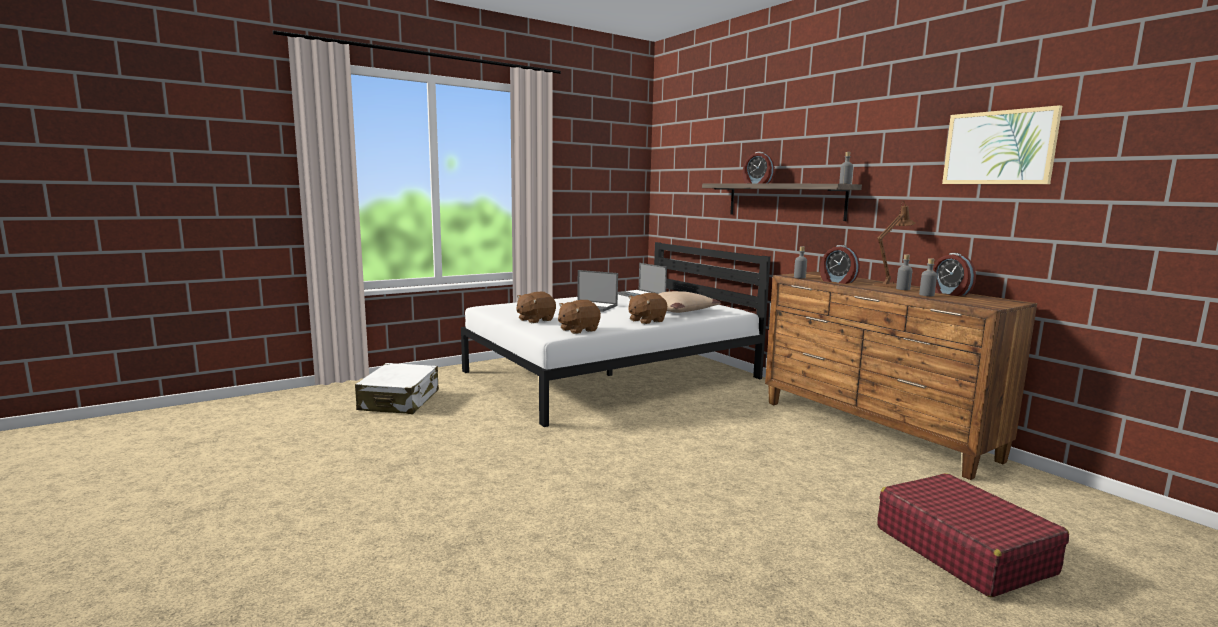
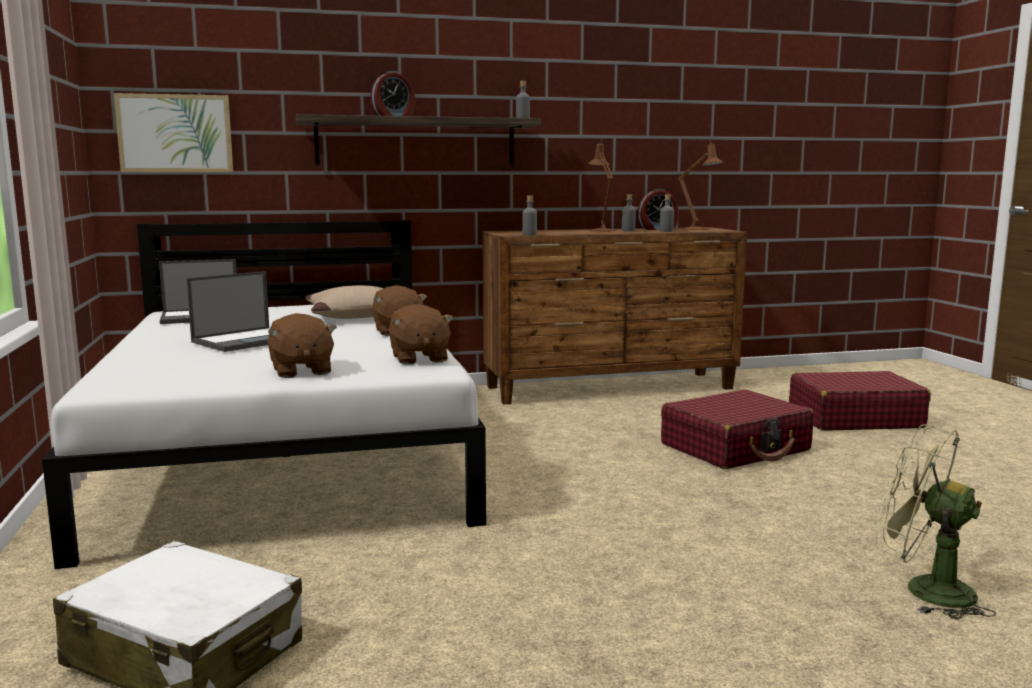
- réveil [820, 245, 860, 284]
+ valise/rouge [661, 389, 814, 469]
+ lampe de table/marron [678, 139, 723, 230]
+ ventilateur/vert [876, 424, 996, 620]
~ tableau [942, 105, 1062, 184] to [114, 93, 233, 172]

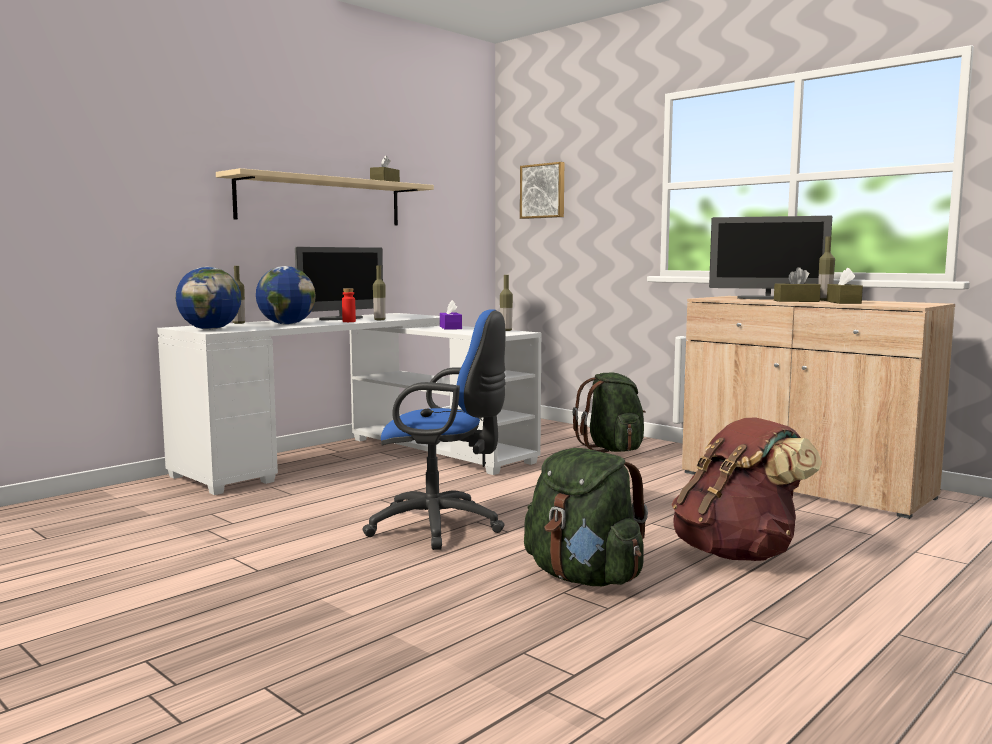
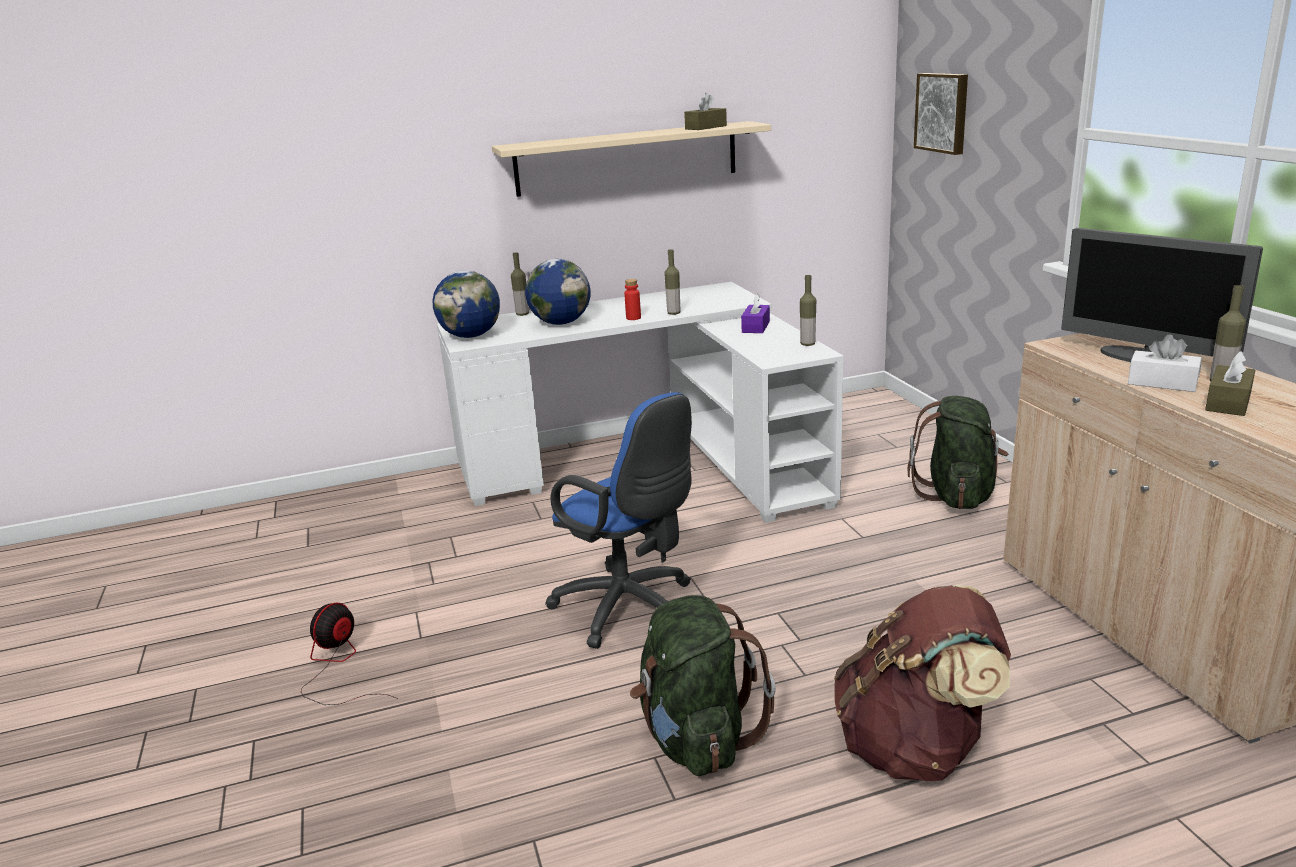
- écran d'ordinateur [295, 247, 383, 320]
+ ventilateur [301, 603, 398, 705]
~ boîte à mouchoirs/marron [774, 267, 821, 302] to boîte à mouchoirs/blanc [1128, 335, 1202, 392]

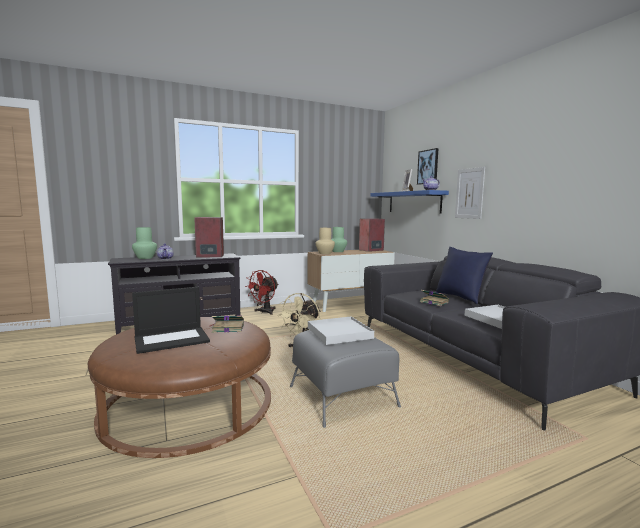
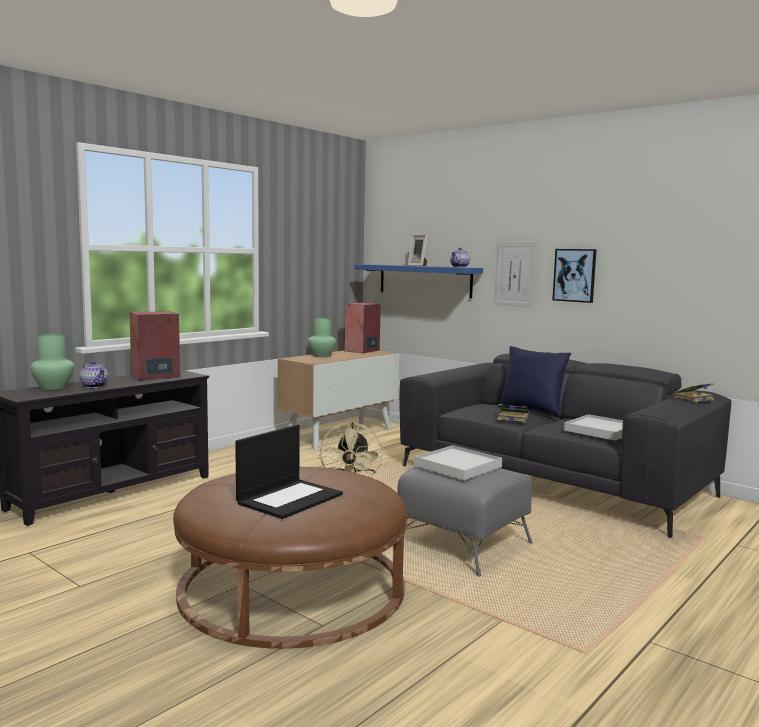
- ventilateur/rouge [245, 270, 279, 315]
- vase/beige [316, 228, 335, 254]
~ livre [211, 316, 244, 333] to [673, 383, 714, 403]
~ tableau [417, 148, 438, 185] to [552, 249, 596, 303]

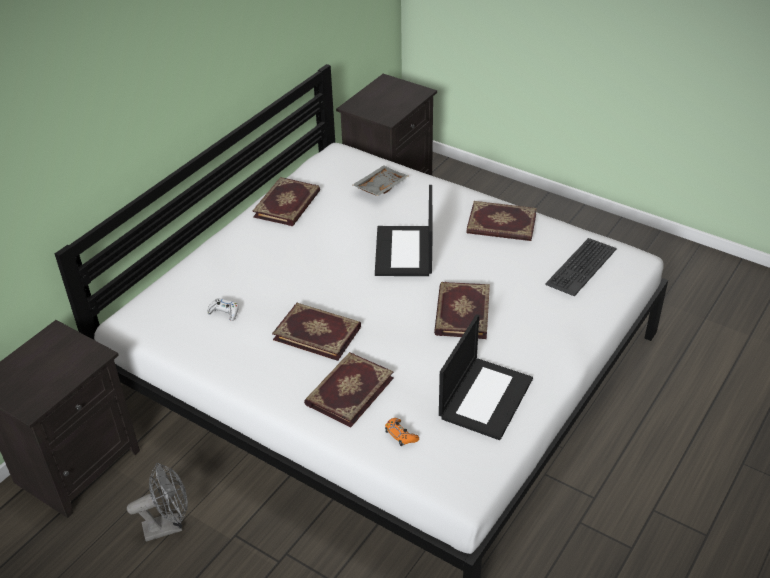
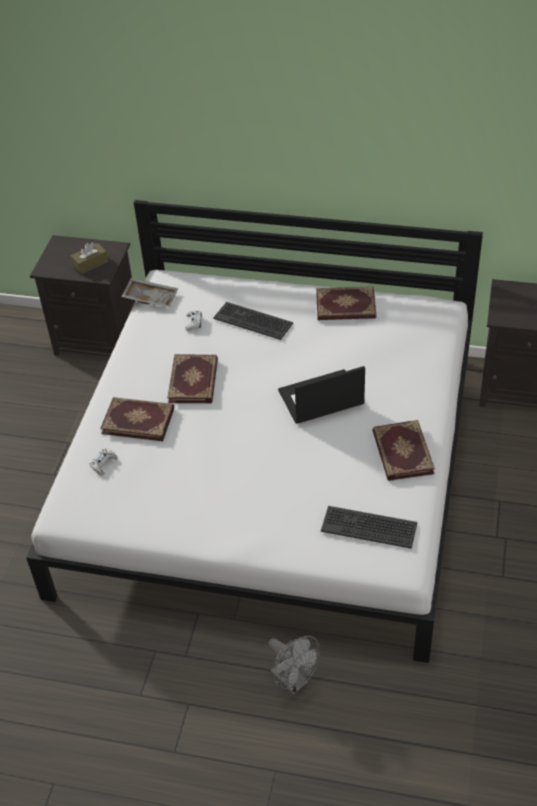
- livre [434, 282, 490, 339]
- ordinateur portable [439, 314, 533, 440]
+ boîte à mouchoirs/marron [70, 242, 108, 274]
+ clavier [213, 302, 293, 340]
~ ventilateur/gris [127, 463, 188, 542] to [269, 636, 319, 694]
~ plateau/gris [353, 165, 408, 196] to [121, 278, 178, 308]
~ manette/orange [385, 418, 419, 446] to manette/blanc [90, 449, 117, 476]

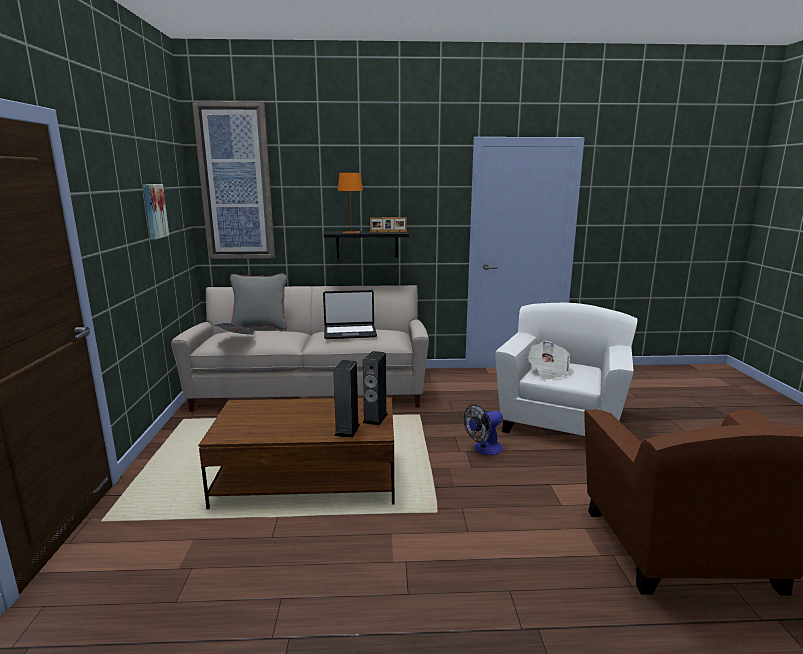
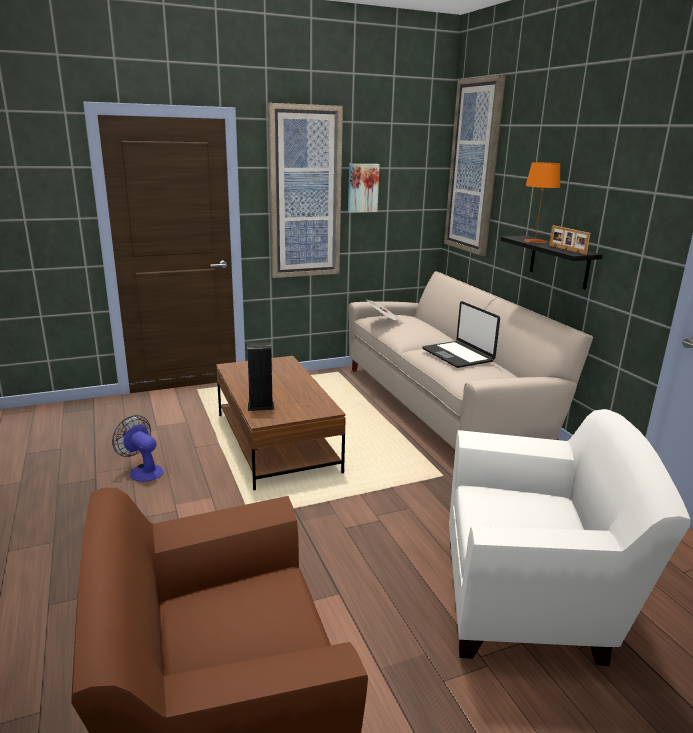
- coussin/gris [230, 273, 287, 330]
- enceinte [363, 351, 388, 426]
- journal [527, 341, 570, 380]
+ tableau [268, 103, 343, 278]
~ ventilateur [464, 404, 503, 455] to [112, 415, 163, 482]

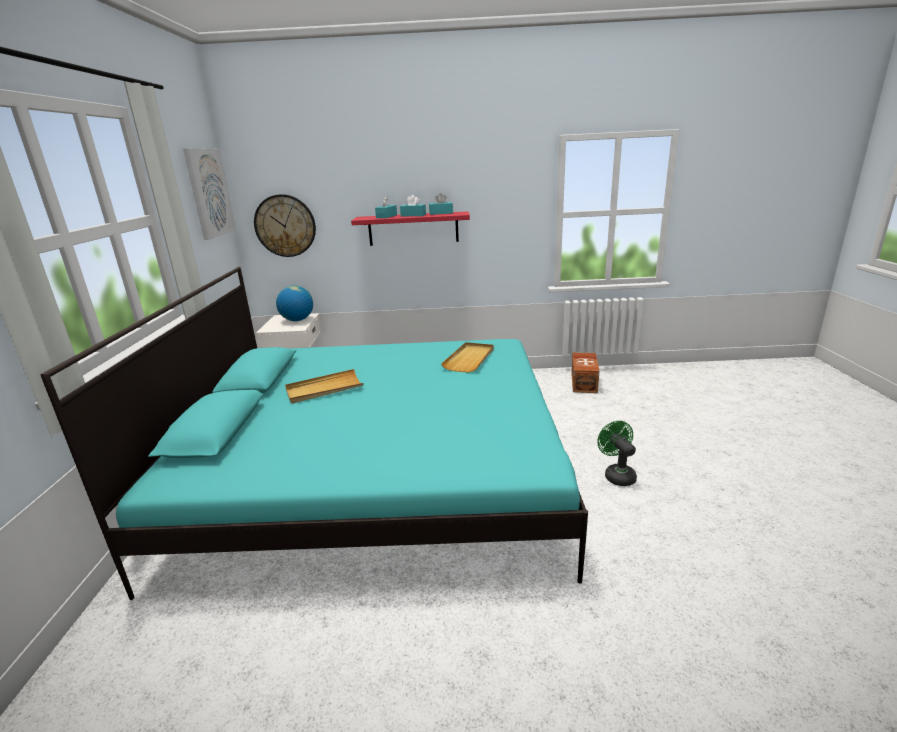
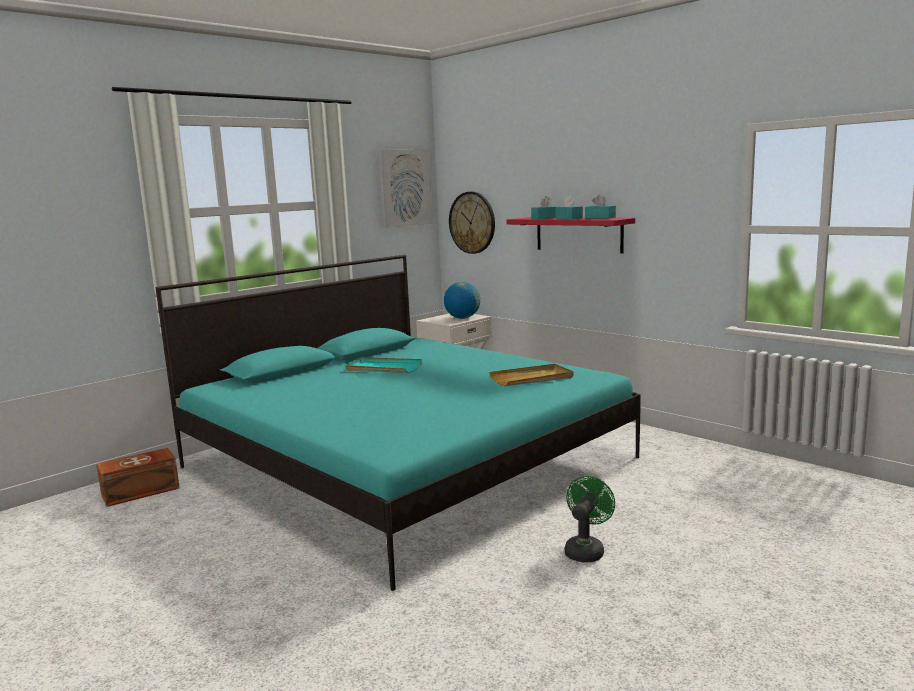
~ boîte de rangement/marron [571, 352, 599, 393] to [96, 448, 180, 507]
~ plateau/beige [285, 369, 364, 403] to plateau/turquoise [345, 357, 422, 373]

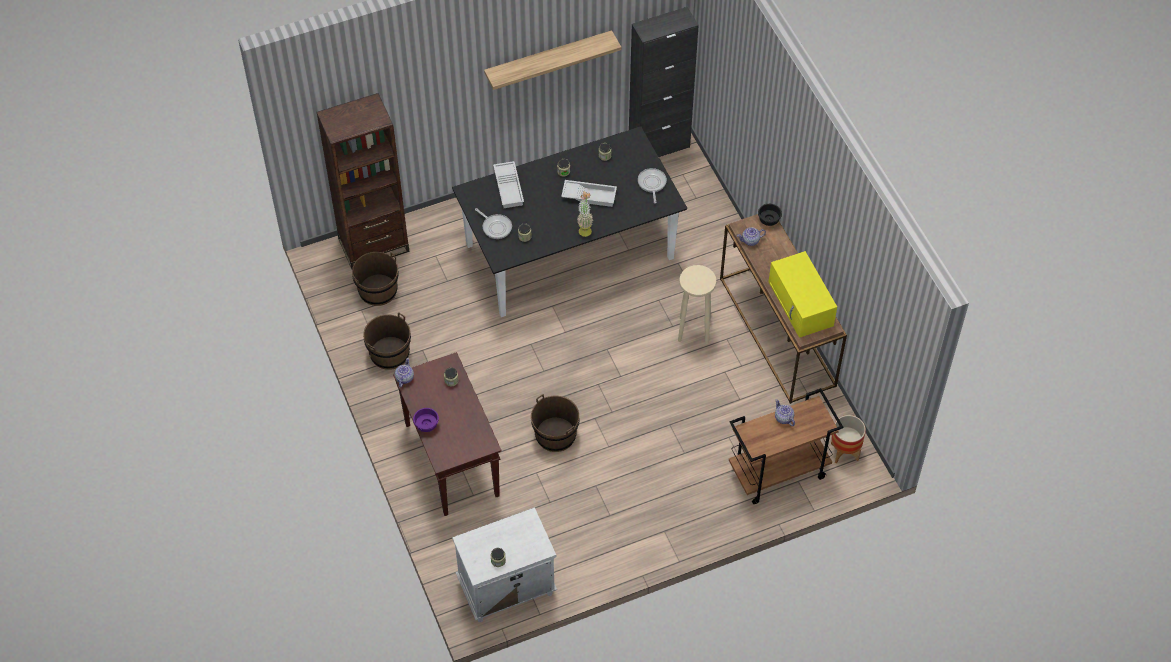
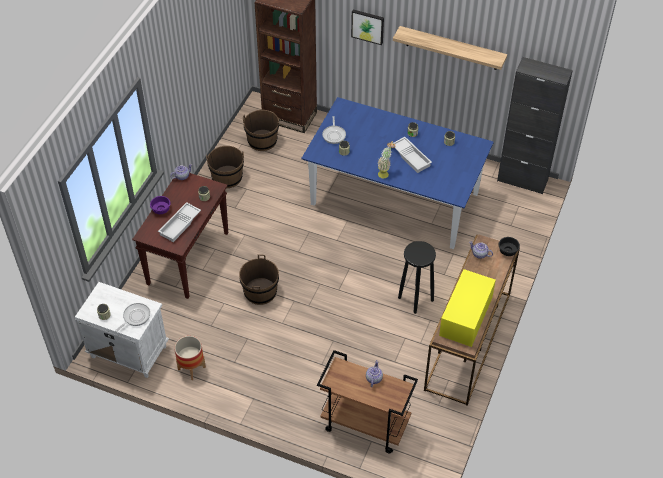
+ tableau [351, 9, 384, 45]
~ plateau/blanc [493, 161, 524, 208] to [158, 202, 201, 242]
~ poêle [638, 168, 667, 203] to [115, 303, 150, 332]
~ cache-pot [831, 415, 866, 464] to [174, 336, 206, 380]
~ table à manger/noir [452, 126, 687, 317] to table à manger/bleu [302, 97, 493, 249]
~ tabouret/beige [678, 265, 717, 344] to tabouret/noir [398, 241, 436, 314]

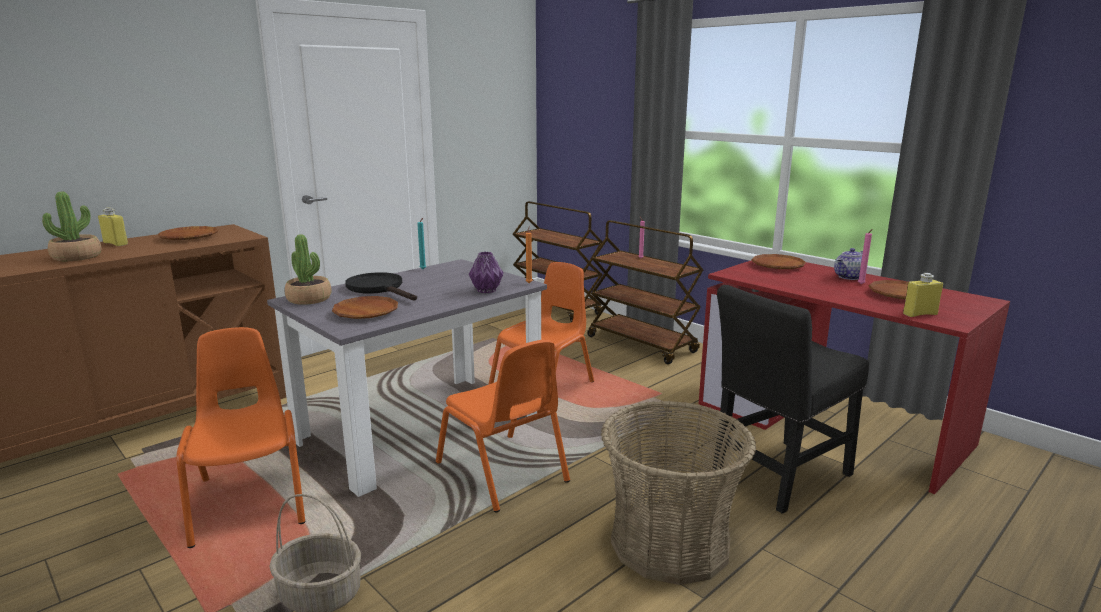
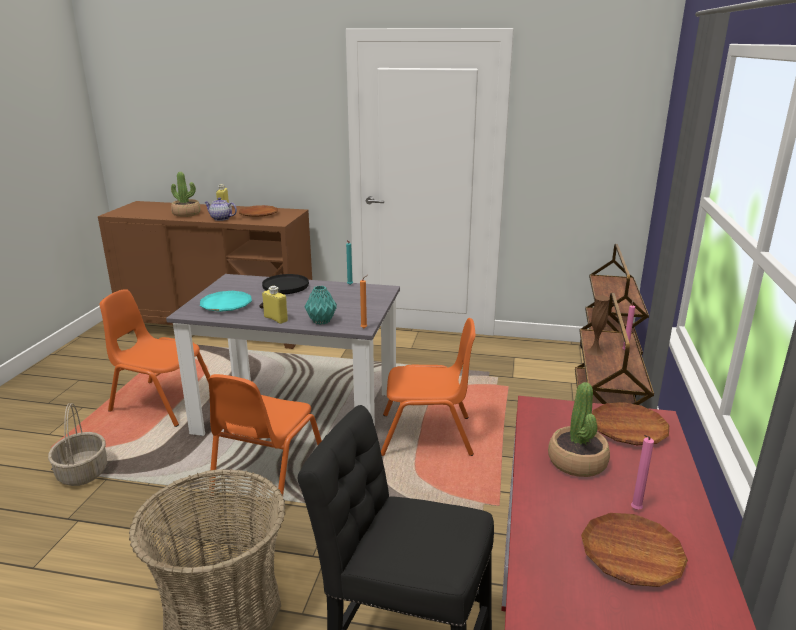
+ vase/marron [586, 296, 610, 356]
~ plante en pot [285, 234, 331, 305] to [548, 382, 610, 477]
~ théière [834, 248, 863, 280] to [204, 197, 237, 221]
~ bouteille/jaune [903, 273, 943, 317] to [262, 286, 288, 324]
~ assiette/marron [332, 296, 398, 319] to assiette/turquoise [200, 291, 252, 312]
~ vase/violet [469, 252, 503, 293] to vase/turquoise [304, 286, 337, 325]
~ chaise/orange [176, 327, 305, 548] = [100, 289, 210, 427] 105 degrees counterclockwise

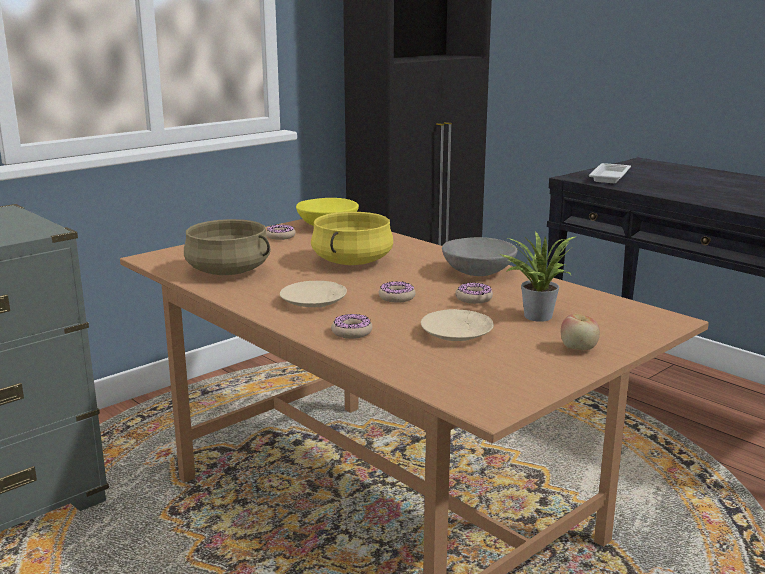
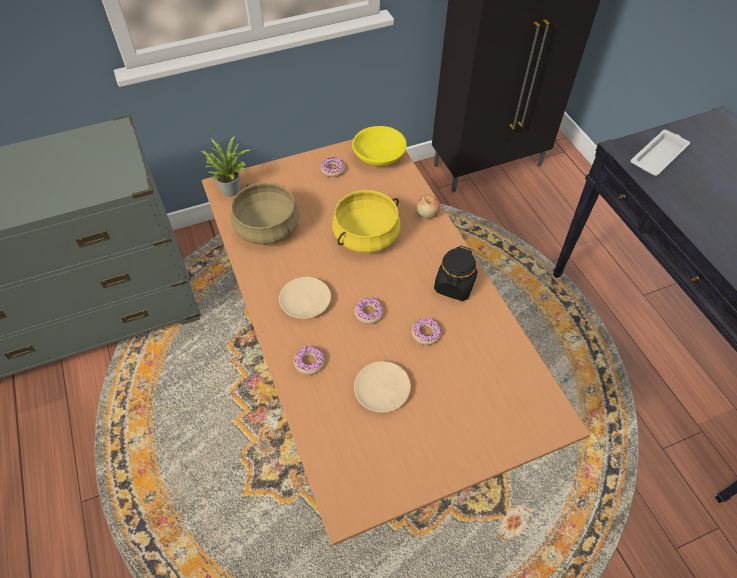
~ plante en pot [500, 232, 577, 322] to [201, 135, 250, 197]
~ pomme [561, 314, 600, 350] to [417, 194, 440, 218]
~ bol/gris [442, 237, 517, 276] to bocal/noir [434, 246, 478, 301]

